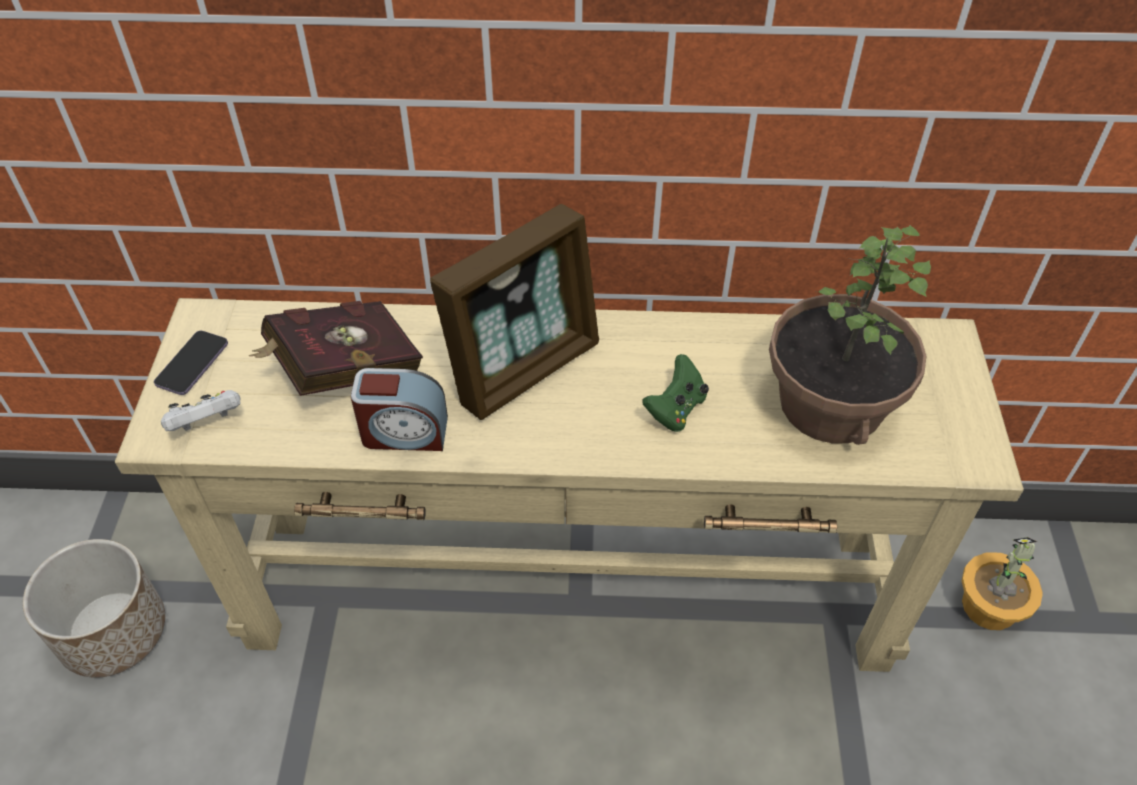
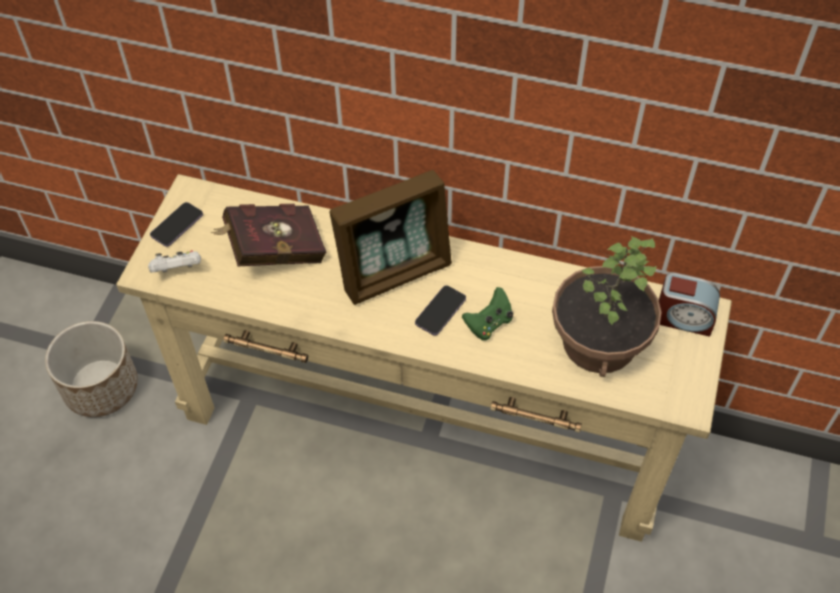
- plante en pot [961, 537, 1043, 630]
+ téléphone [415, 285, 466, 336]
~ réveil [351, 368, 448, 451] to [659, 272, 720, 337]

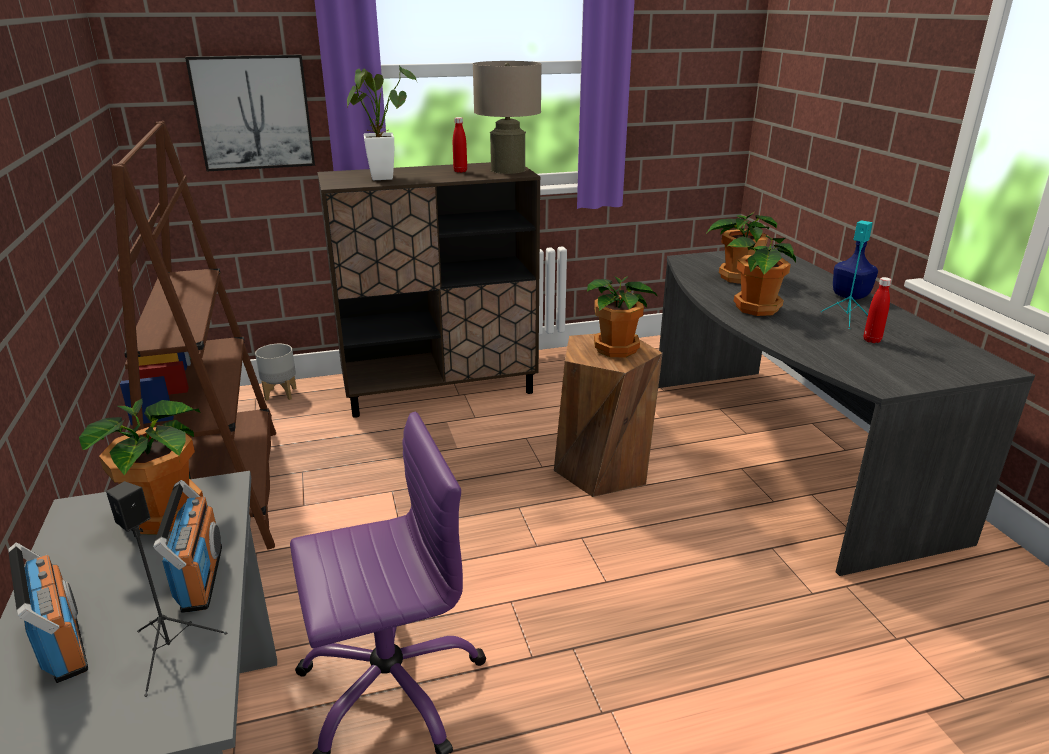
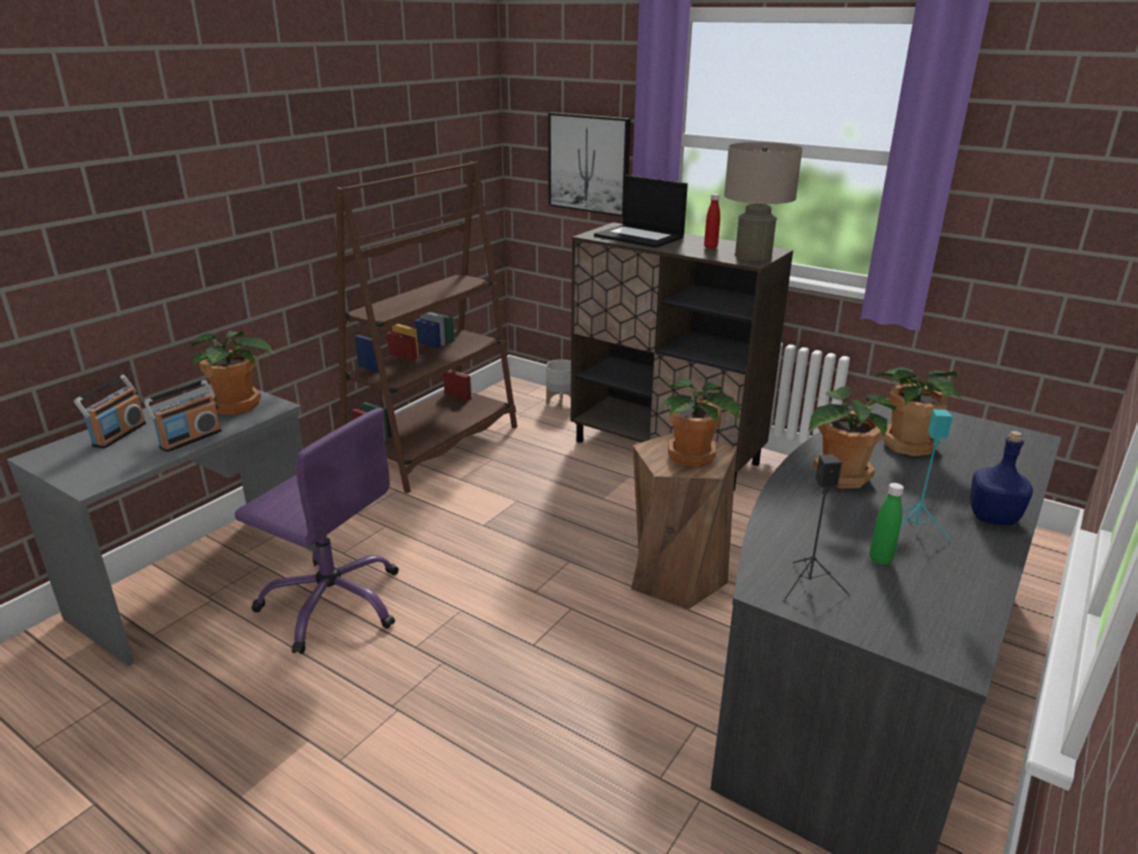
~ enceinte/noir [106, 481, 228, 697] to [783, 454, 850, 602]
~ plante en pot [347, 66, 417, 180] to ordinateur portable [594, 175, 688, 248]
~ bouteille/rouge [864, 277, 892, 343] to bouteille/vert [870, 483, 904, 565]

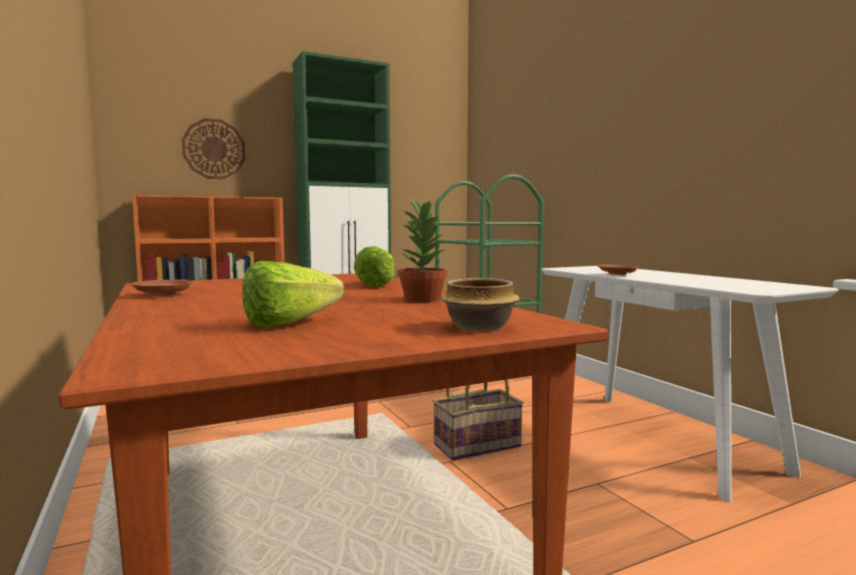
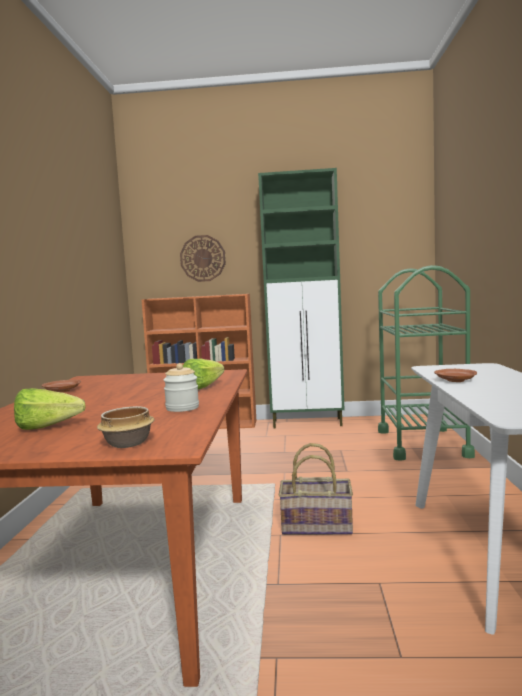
~ plante en pot [398, 197, 450, 302] to bocal [164, 363, 199, 412]

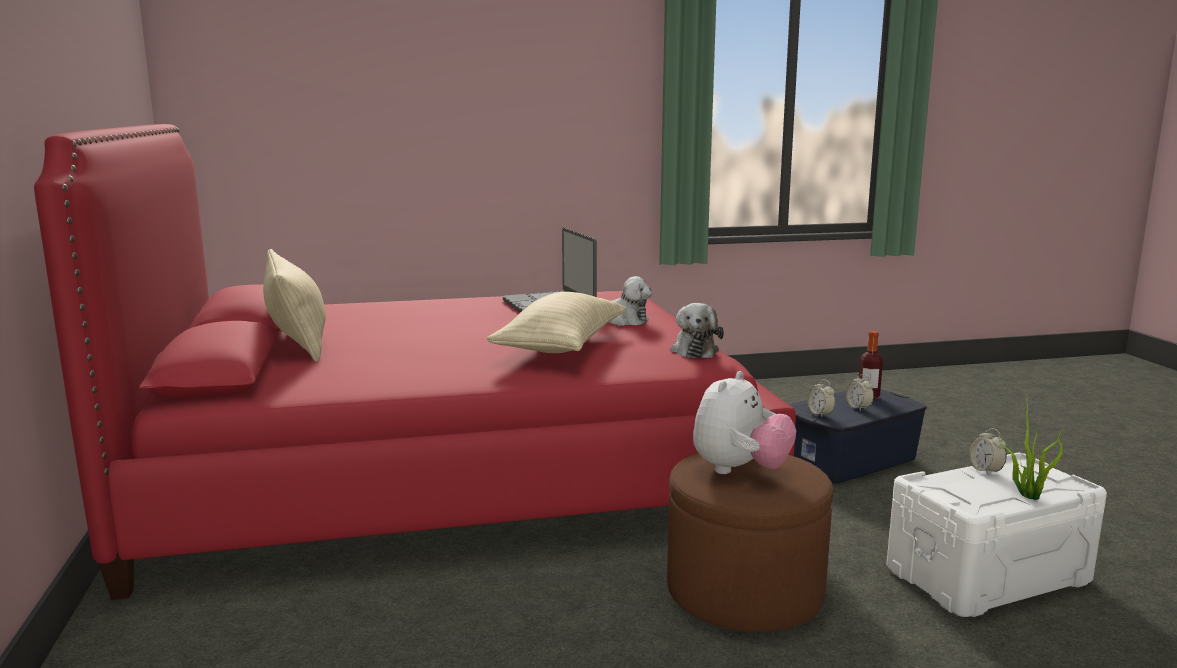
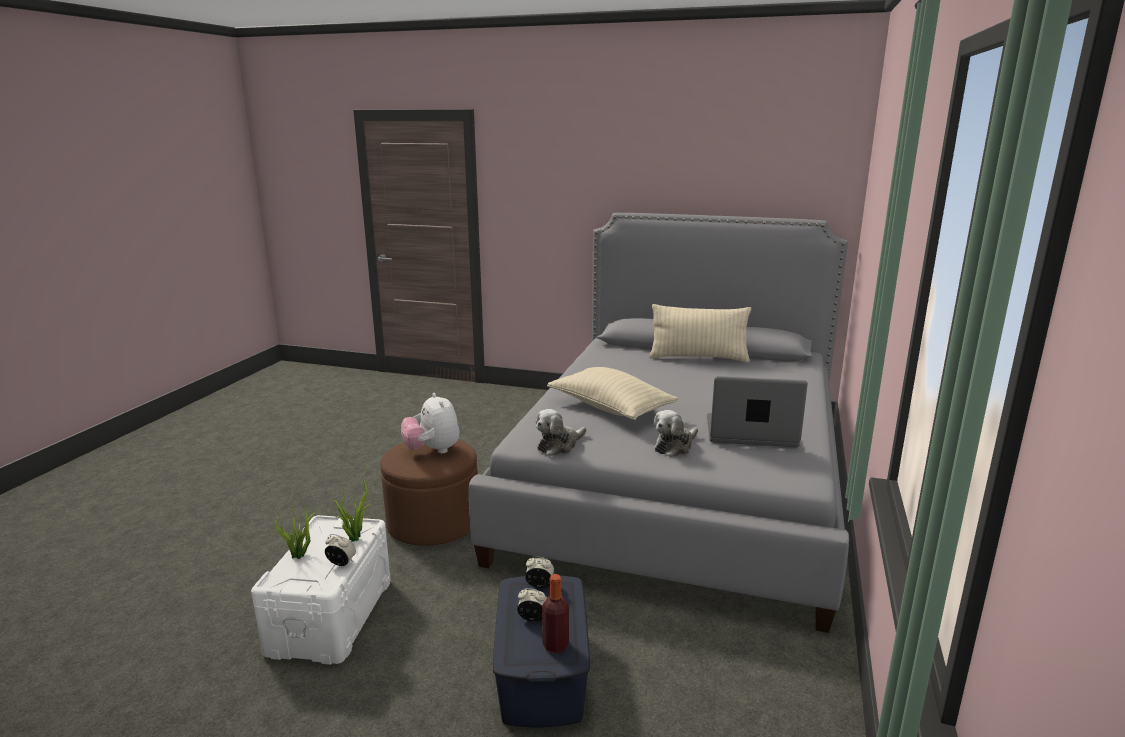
+ plante en pot [333, 467, 373, 542]
~ lit/rouge [34, 124, 796, 600] to lit/gris [469, 213, 849, 633]
~ peluche [670, 303, 724, 358] = [536, 409, 586, 456] 75 degrees counterclockwise

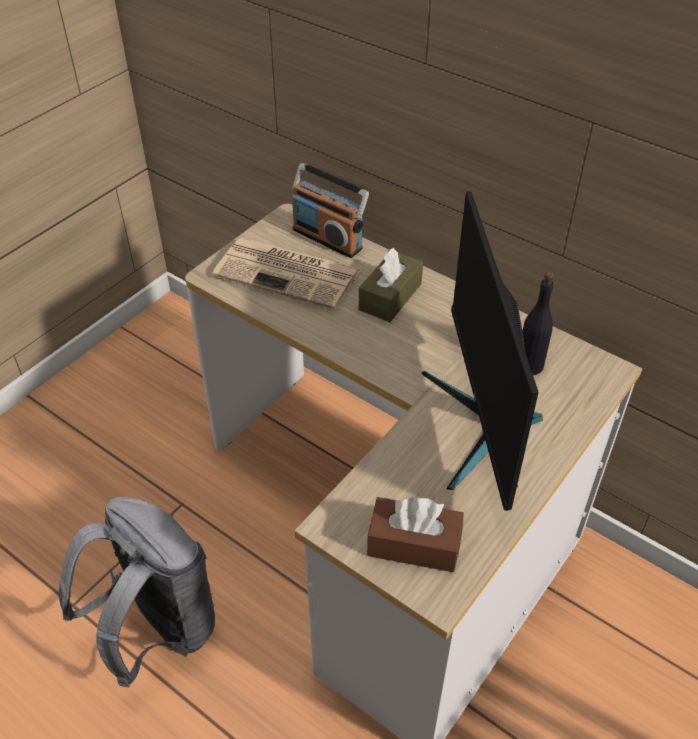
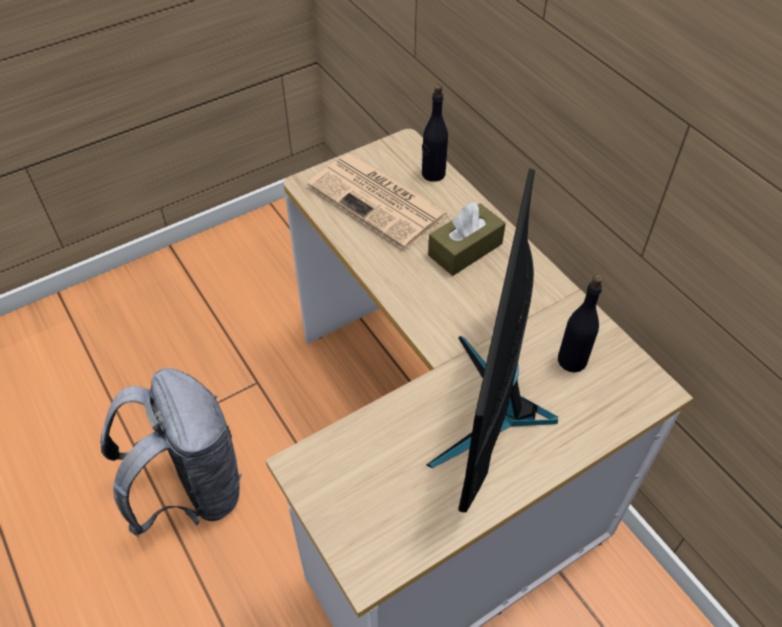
- boîte à mouchoirs/marron [367, 497, 464, 572]
~ radio [292, 163, 369, 258] to bouteille/noir [422, 84, 448, 182]

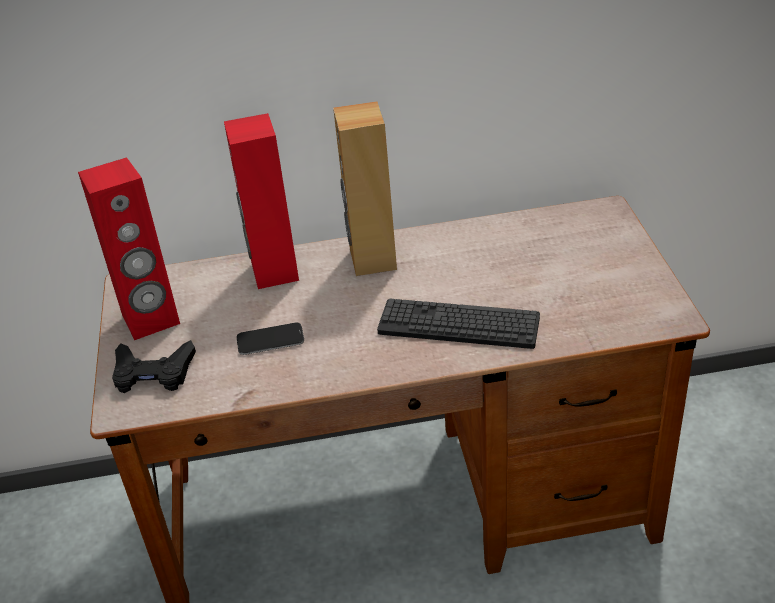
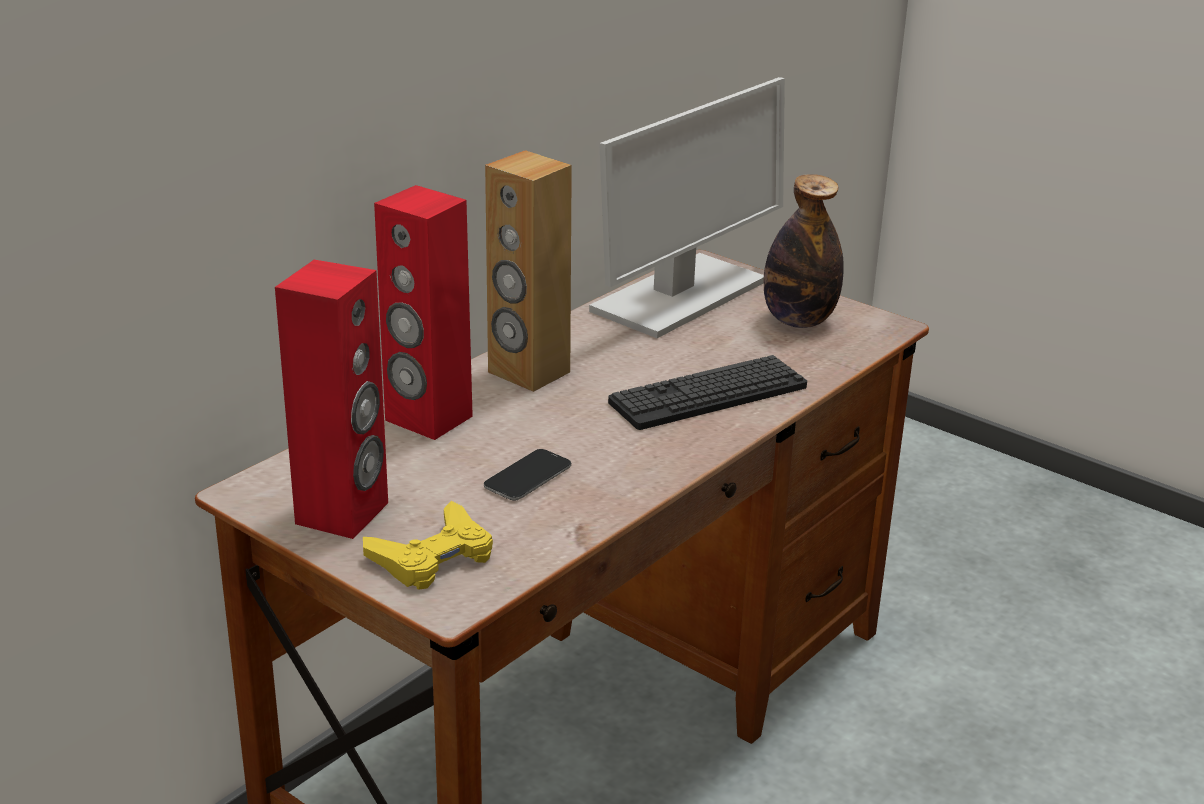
+ écran d'ordinateur [589, 77, 785, 338]
+ bouteille [764, 174, 844, 328]
~ manette/noir [112, 340, 196, 393] to manette/jaune [363, 501, 493, 590]

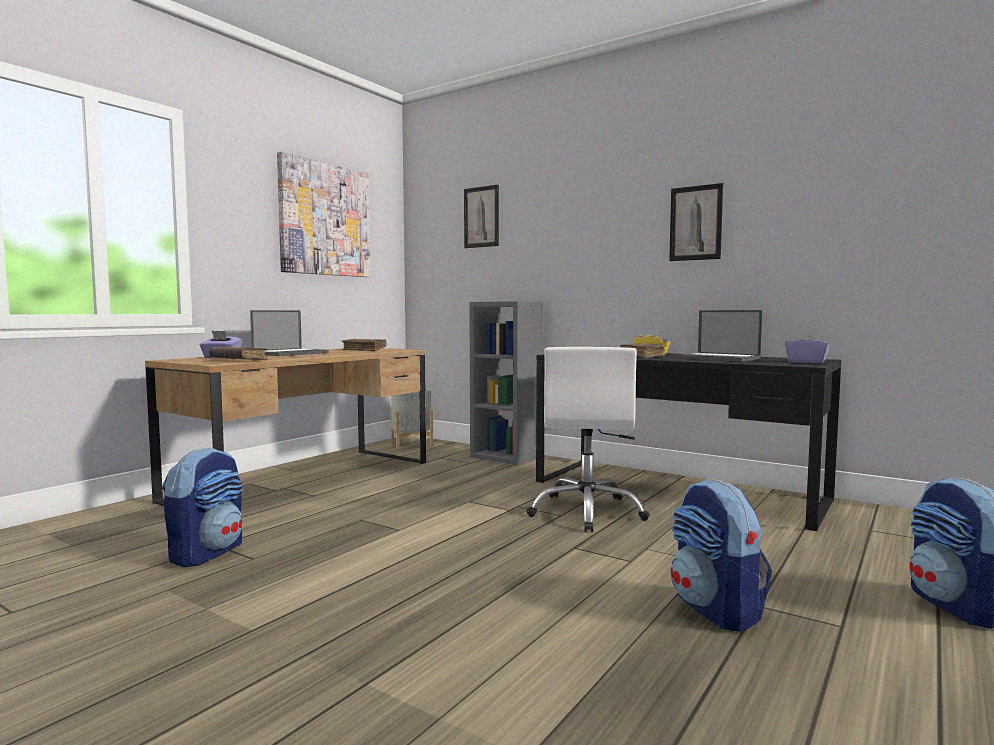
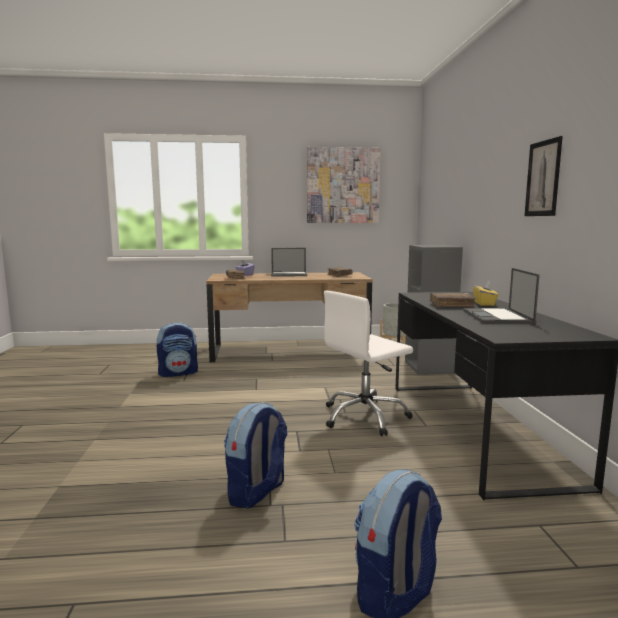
- tableau [464, 185, 499, 248]
- boîte à mouchoirs/violet [785, 332, 829, 363]

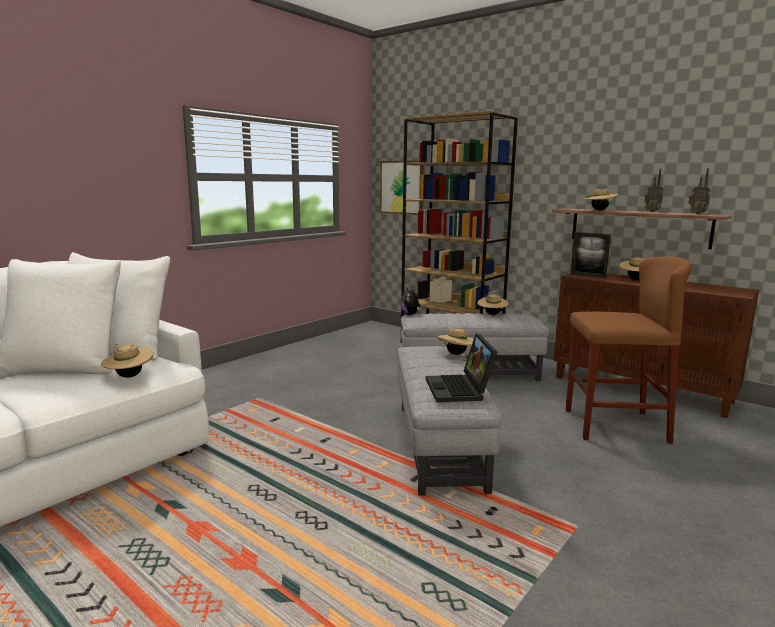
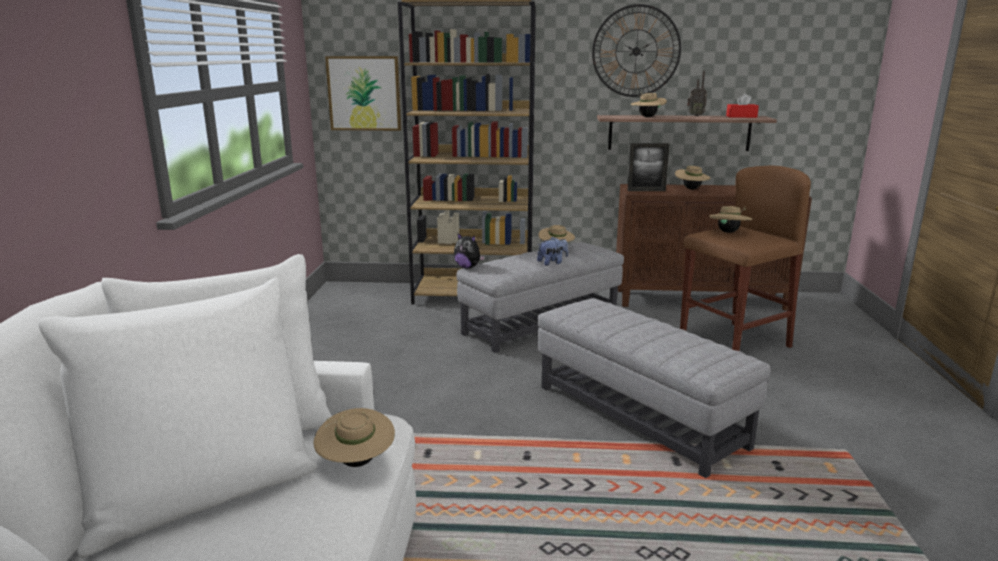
- ordinateur portable [426, 333, 497, 402]
+ peluche [537, 237, 568, 266]
+ horloge murale [592, 4, 681, 97]
~ chapeau/beige [438, 328, 474, 355] to [709, 206, 752, 233]
~ radio [688, 169, 711, 214] to boîte à mouchoirs/rouge [726, 93, 759, 118]

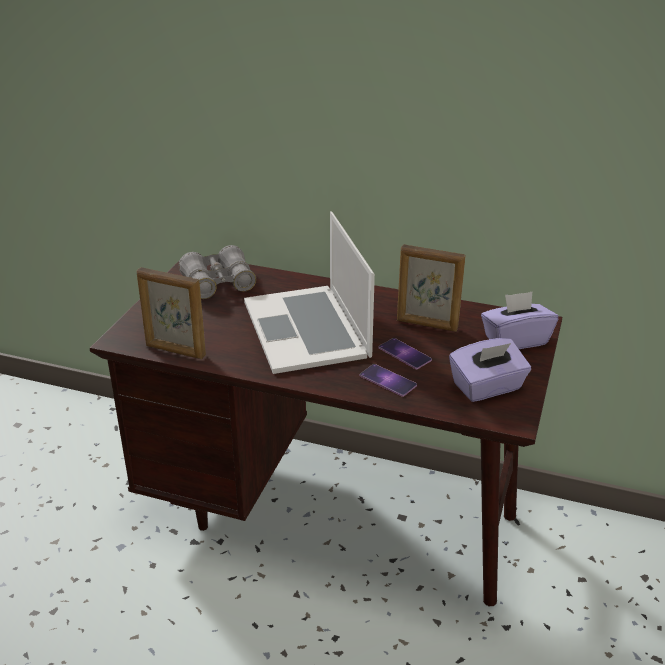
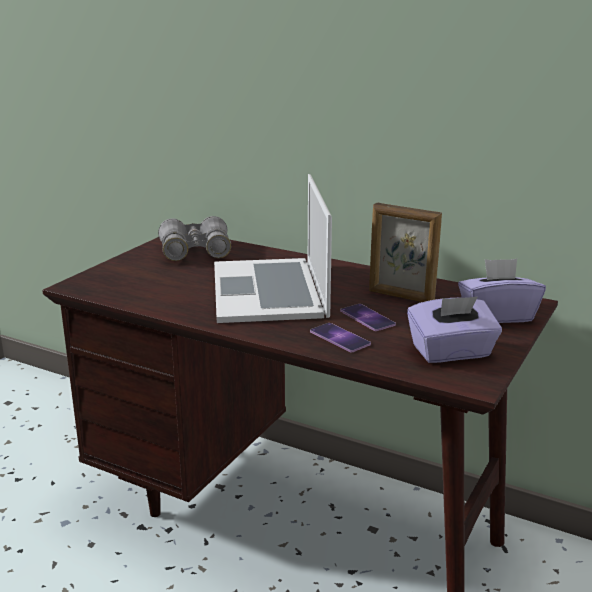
- cadre photo [136, 267, 206, 359]

